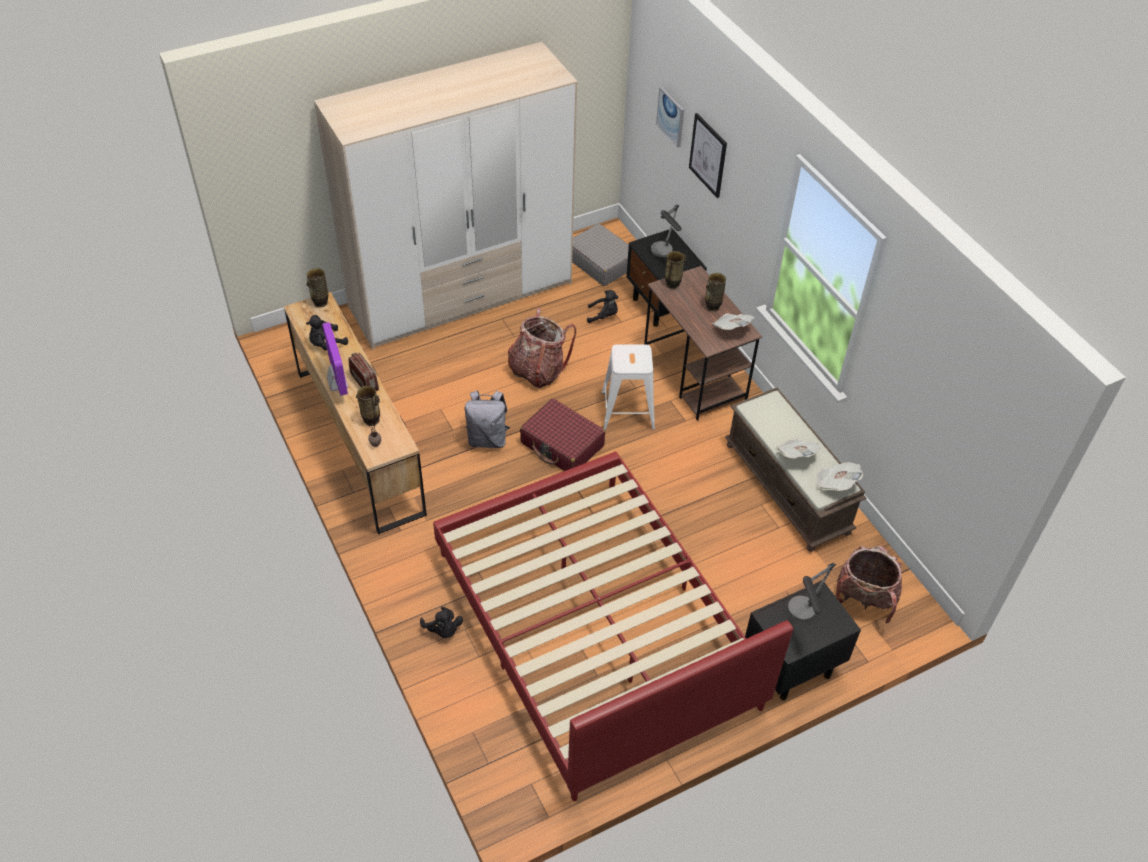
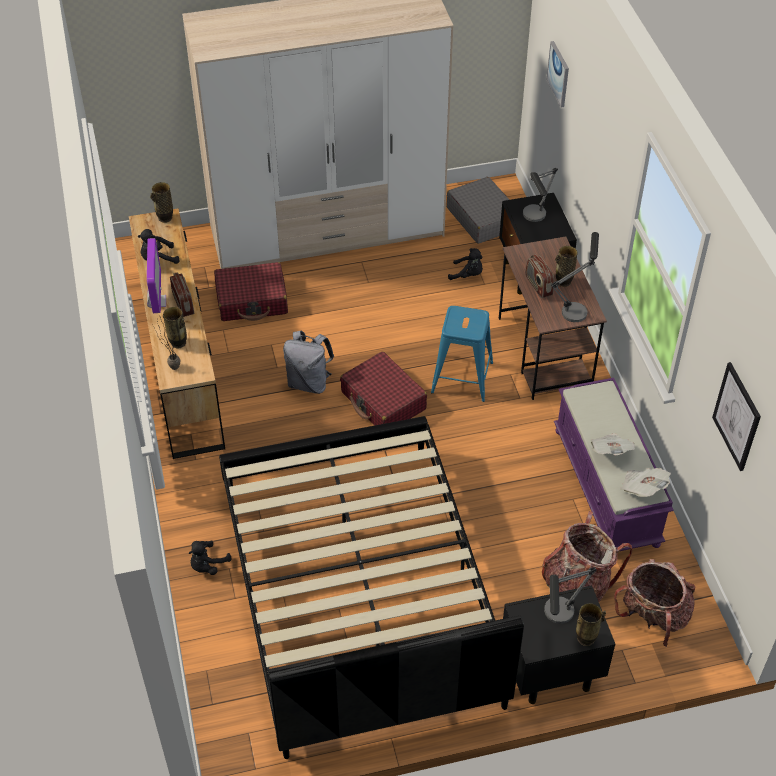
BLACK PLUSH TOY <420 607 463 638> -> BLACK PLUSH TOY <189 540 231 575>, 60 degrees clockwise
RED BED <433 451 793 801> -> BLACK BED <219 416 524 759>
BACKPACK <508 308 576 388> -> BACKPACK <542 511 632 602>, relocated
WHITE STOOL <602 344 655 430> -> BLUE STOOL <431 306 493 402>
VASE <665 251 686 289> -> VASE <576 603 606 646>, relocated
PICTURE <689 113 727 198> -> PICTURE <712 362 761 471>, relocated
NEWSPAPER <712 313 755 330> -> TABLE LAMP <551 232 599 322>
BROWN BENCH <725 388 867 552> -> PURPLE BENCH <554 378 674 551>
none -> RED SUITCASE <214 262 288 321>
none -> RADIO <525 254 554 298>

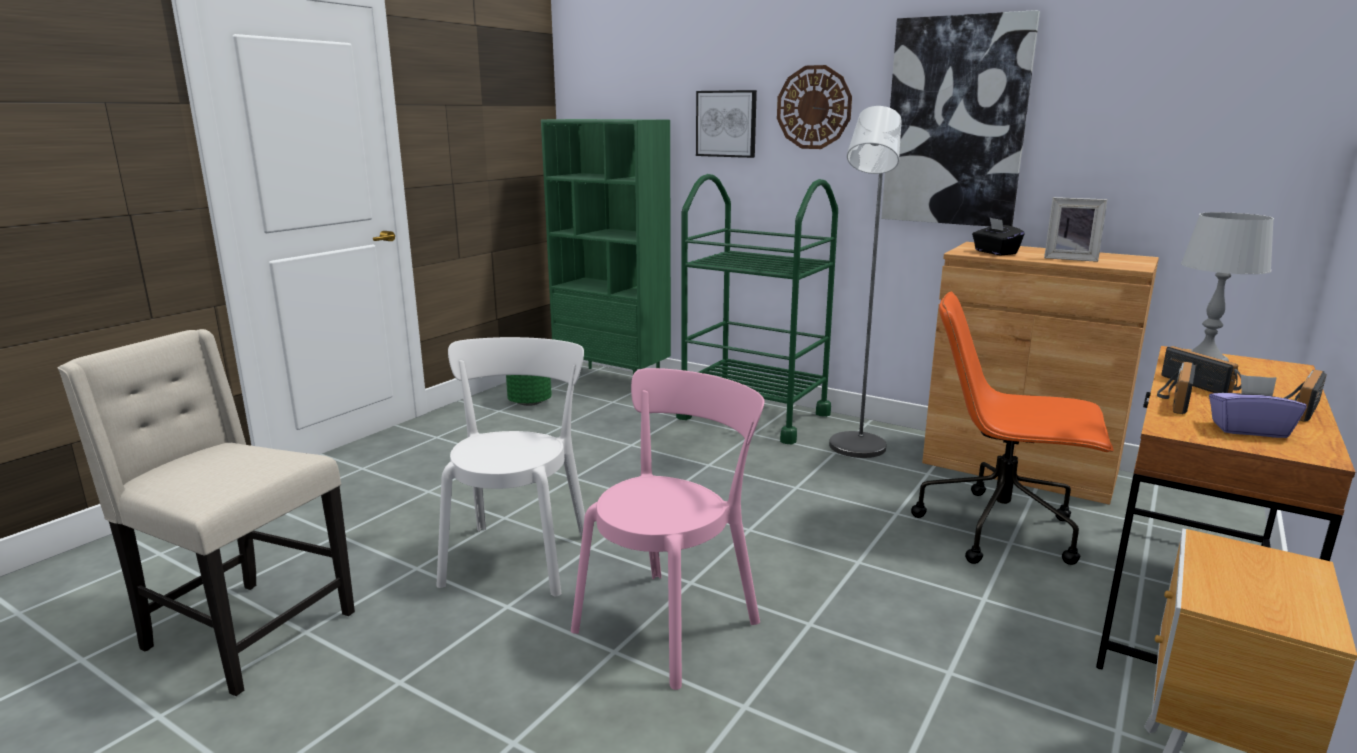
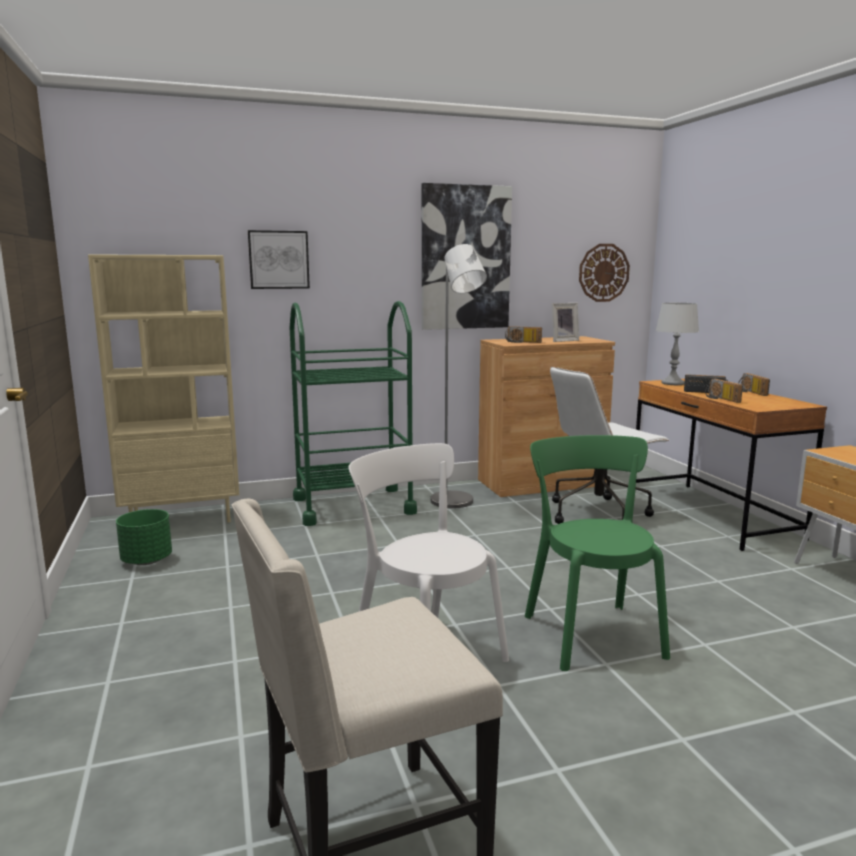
GREEN BOOKCASE <541 119 671 374> -> BEIGE BOOKCASE <88 254 239 523>
PINK CHAIR <571 368 764 690> -> GREEN CHAIR <525 435 670 671>
WALL CLOCK <777 65 852 149> -> WALL CLOCK <579 244 630 302>, relocated
ORANGE OFFICE CHAIR <911 292 1114 565> -> WHITE OFFICE CHAIR <550 366 669 524>
BLACK TISSUE BOX <972 218 1025 255> -> RADIO <505 326 542 343>
PURPLE TISSUE BOX <1209 375 1307 438> -> none

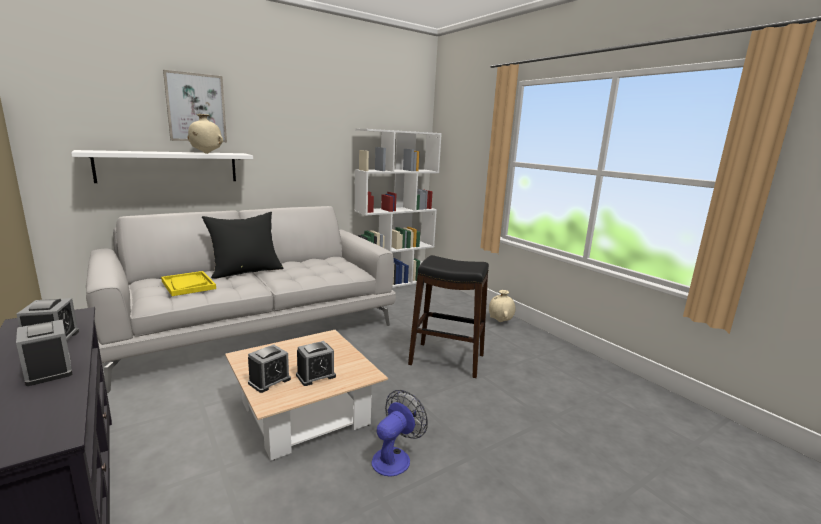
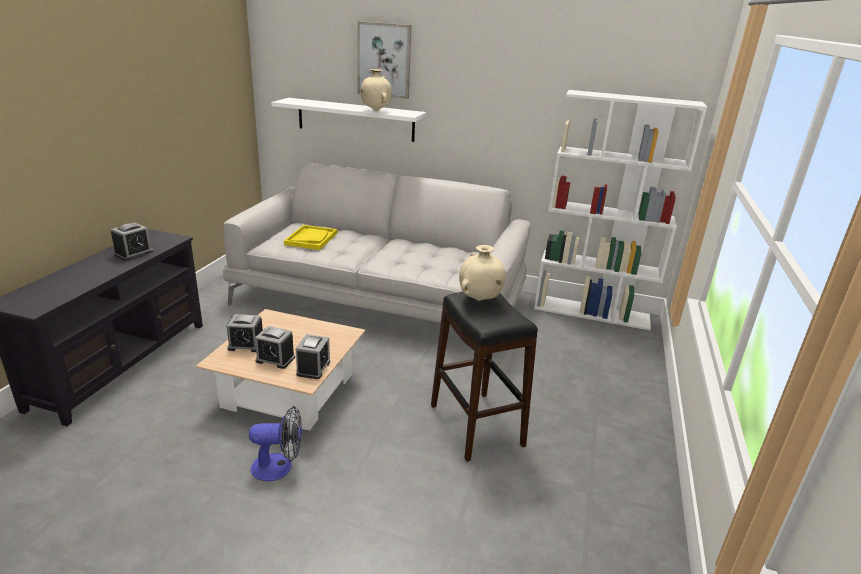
ALARM CLOCK <16 319 72 386> -> ALARM CLOCK <296 334 330 379>, relocated
BLACK PILLOW <202 212 284 279> -> none
BEIGE VASE <489 290 516 322> -> BEIGE VASE <459 245 506 301>, relocated

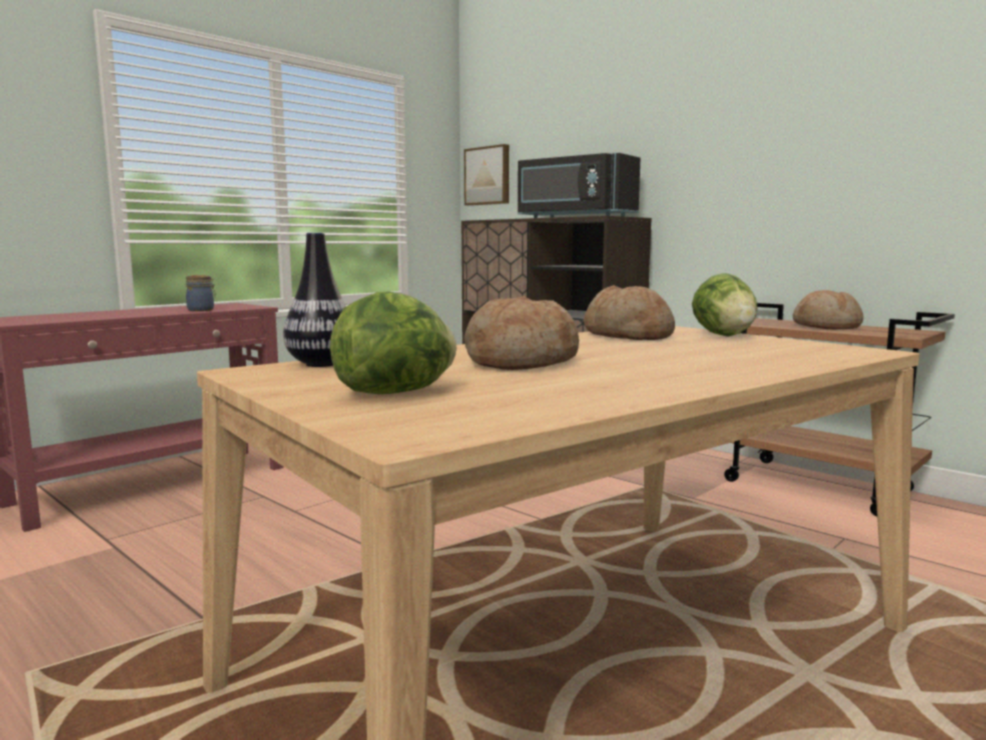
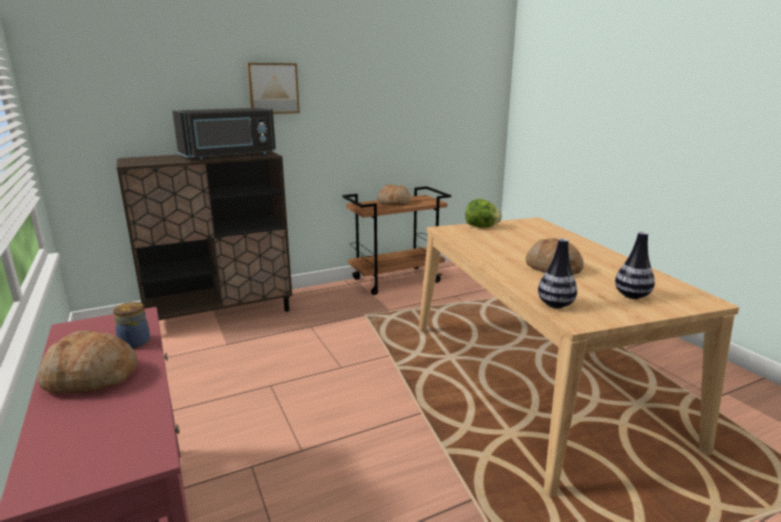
LETTUCE <330 291 456 394> -> VASE <615 232 655 299>
PICTURE <464 144 509 206> -> PICTURE <247 63 300 114>, relocated
BREAD <584 285 675 340> -> BREAD <37 331 138 394>, relocated

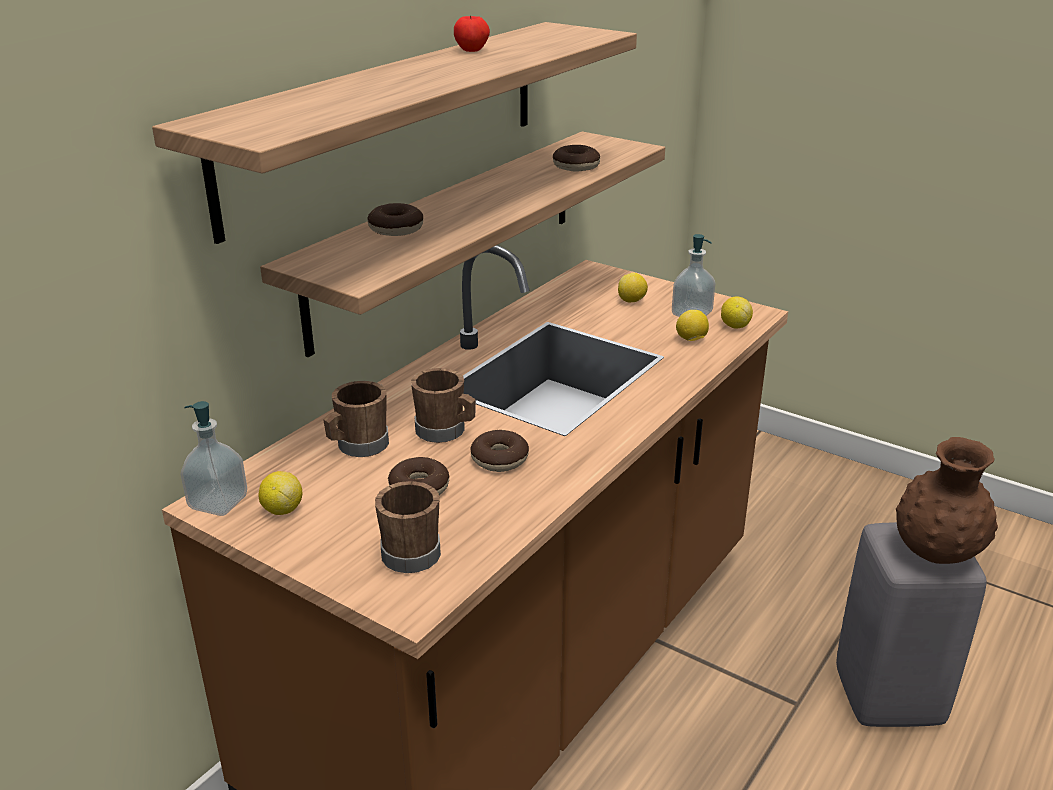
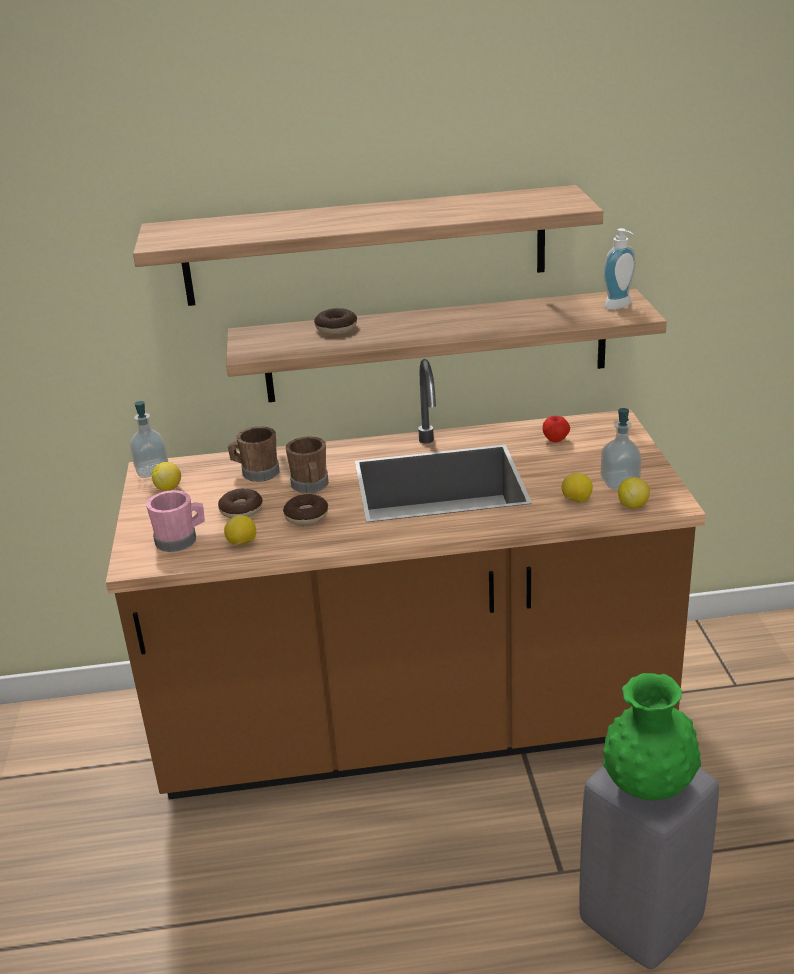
BROWN MUG <375 481 441 573> -> PINK MUG <146 490 205 552>
APPLE <454 15 490 52> -> APPLE <543 416 570 442>, relocated
DONUT <553 145 600 172> -> none
LEMON <618 273 648 303> -> LEMON <224 515 256 545>, relocated
BROWN VASE <896 437 998 564> -> GREEN VASE <603 673 701 800>
none -> SOAP DISPENSER <603 228 636 310>

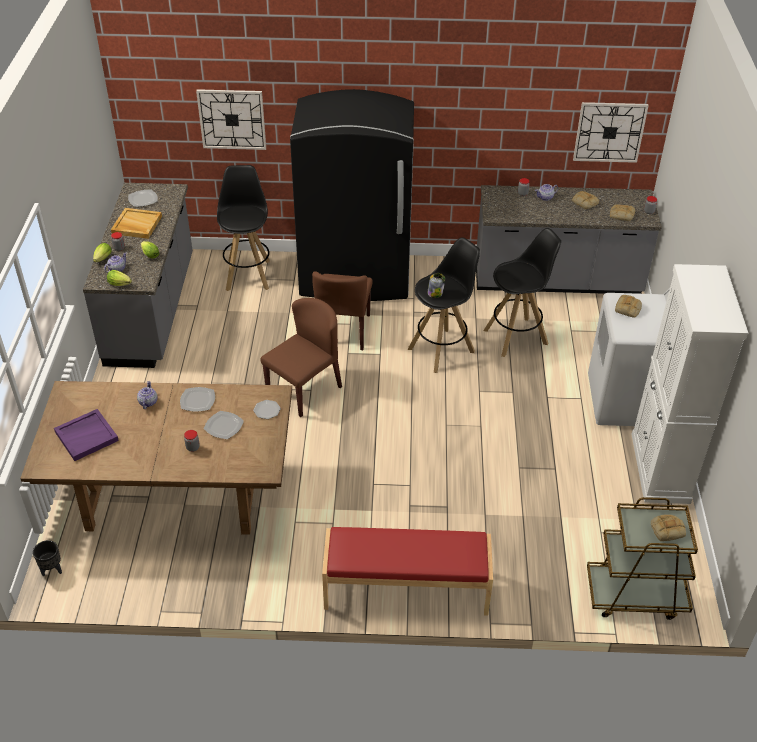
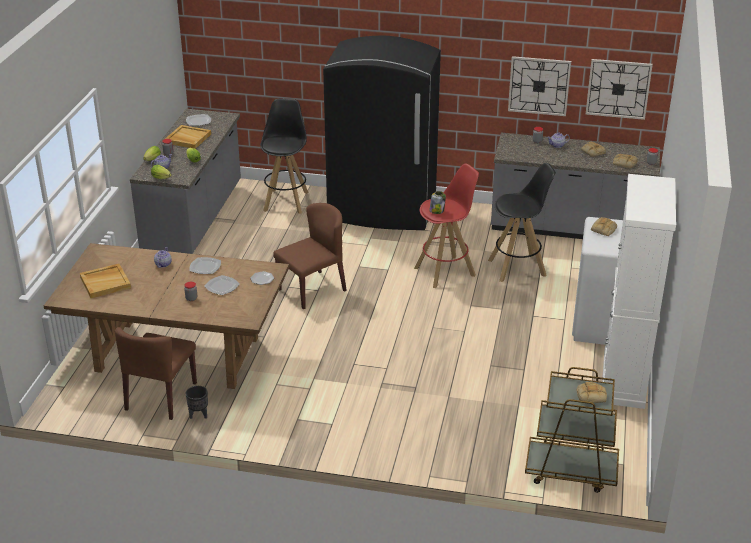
BLACK PLANTER <33 540 62 576> -> BLACK PLANTER <186 386 208 419>, relocated
PURPLE TRAY <54 409 119 461> -> BEIGE TRAY <80 264 131 298>
WALL CLOCK <196 89 266 150> -> WALL CLOCK <508 56 571 116>, relocated
BROWN CHAIR <312 271 373 350> -> BROWN CHAIR <115 327 197 420>, relocated
RED BENCH <322 527 493 616> -> none
BLACK STOOL <408 238 480 373> -> RED STOOL <414 164 479 288>

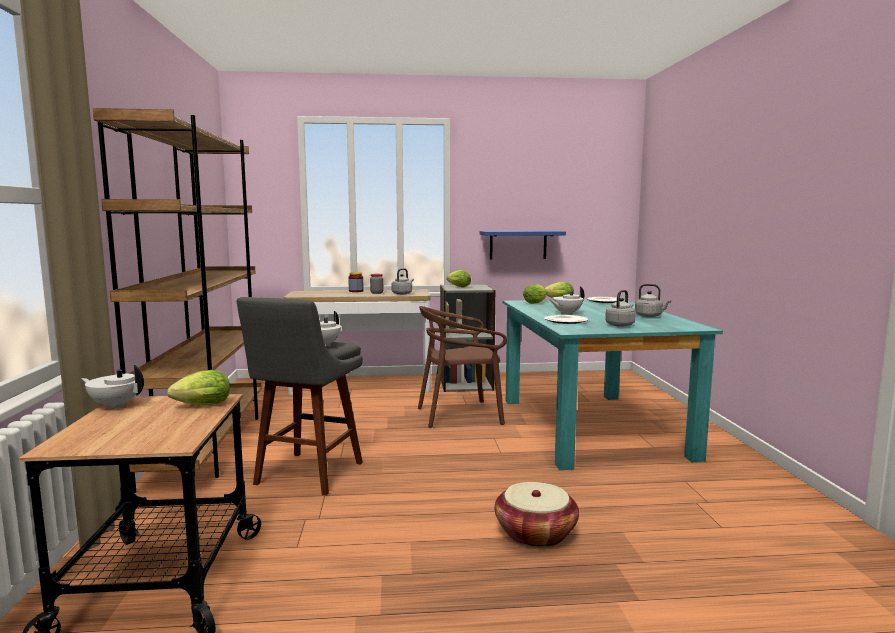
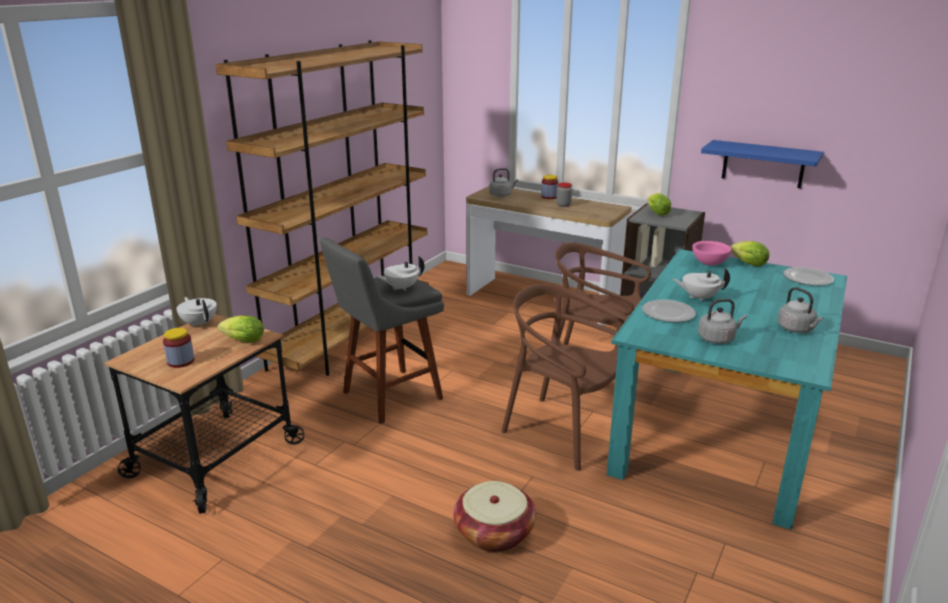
GREY KETTLE <391 268 414 295> -> GREY KETTLE <489 168 518 197>, relocated
LETTUCE <523 284 548 304> -> PINK BOWL <693 241 731 266>
none -> JAR <163 328 195 368>
none -> BROWN CHAIR <501 284 628 471>

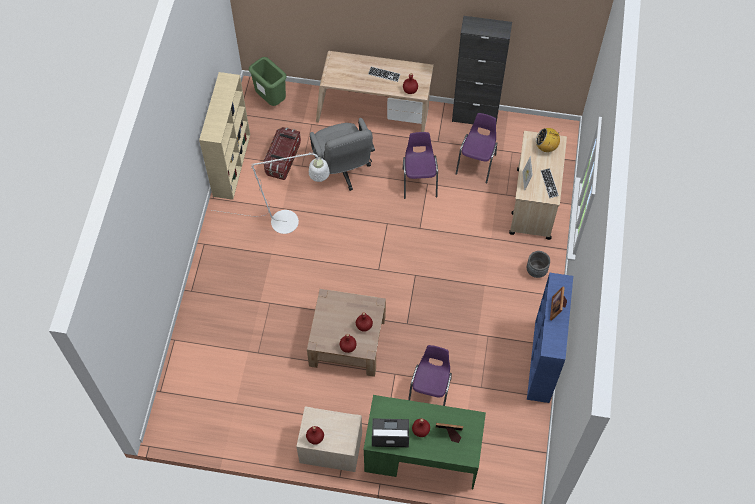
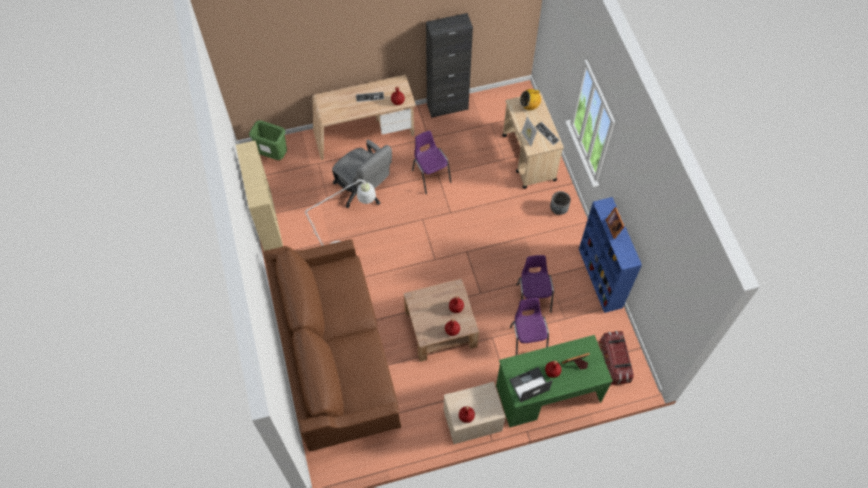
STORAGE BOX <263 127 301 180> -> STORAGE BOX <599 331 634 385>, relocated
PURPLE CHAIR <456 113 497 183> -> PURPLE CHAIR <517 255 554 313>, relocated
none -> BROWN SOFA <263 239 401 451>

